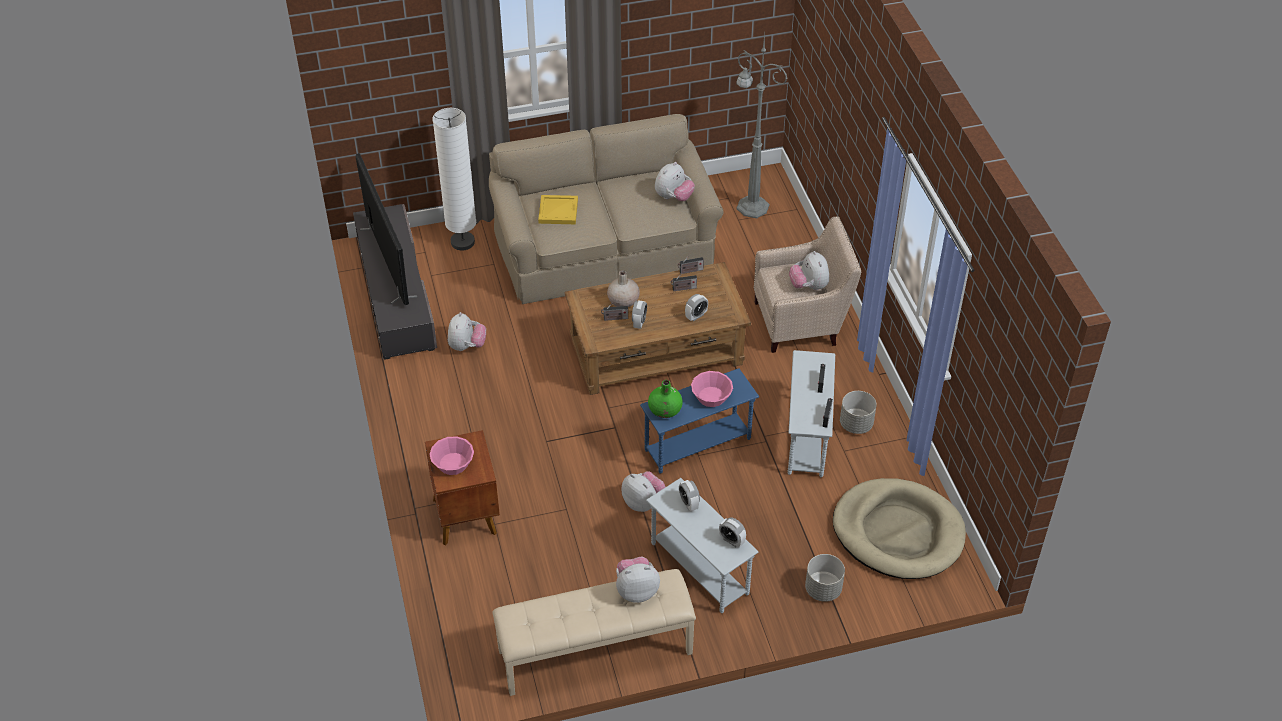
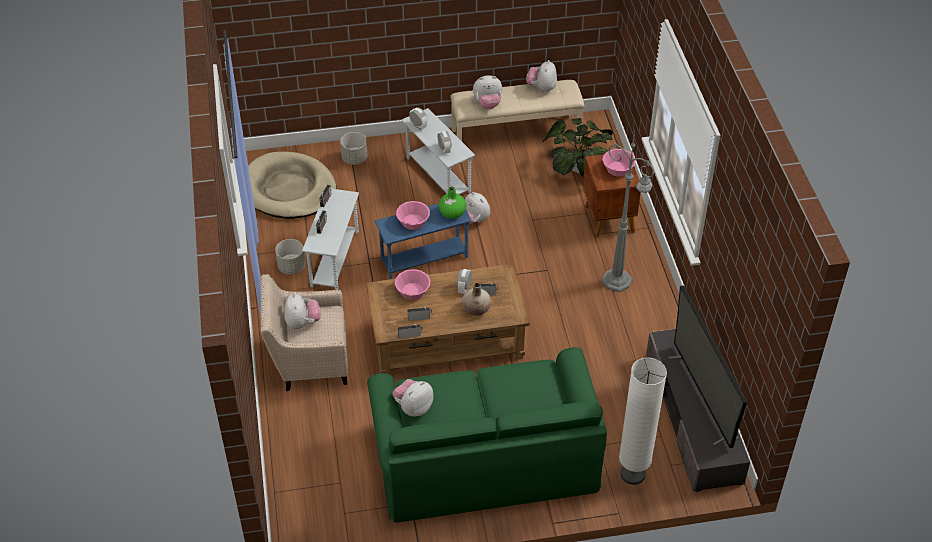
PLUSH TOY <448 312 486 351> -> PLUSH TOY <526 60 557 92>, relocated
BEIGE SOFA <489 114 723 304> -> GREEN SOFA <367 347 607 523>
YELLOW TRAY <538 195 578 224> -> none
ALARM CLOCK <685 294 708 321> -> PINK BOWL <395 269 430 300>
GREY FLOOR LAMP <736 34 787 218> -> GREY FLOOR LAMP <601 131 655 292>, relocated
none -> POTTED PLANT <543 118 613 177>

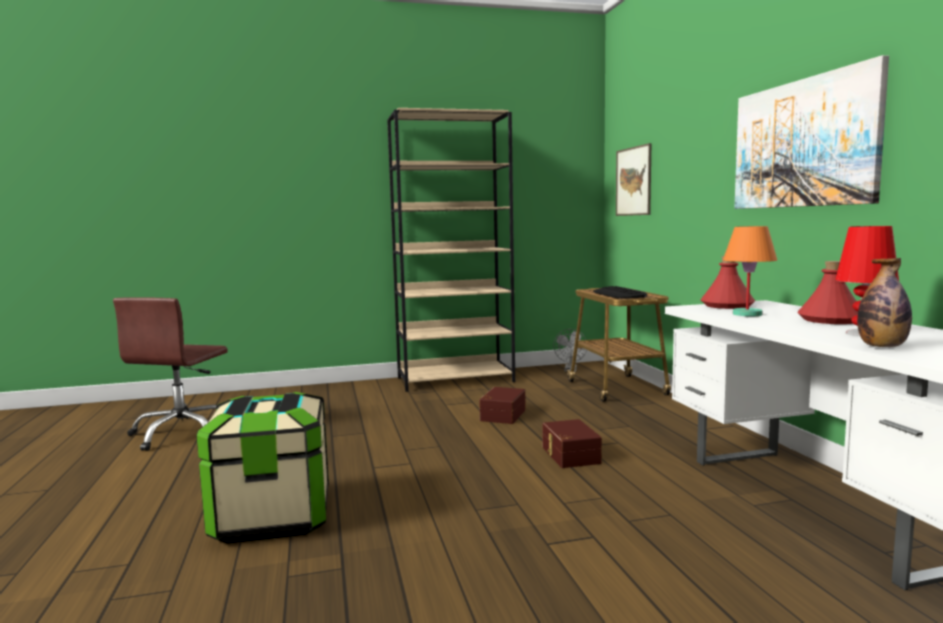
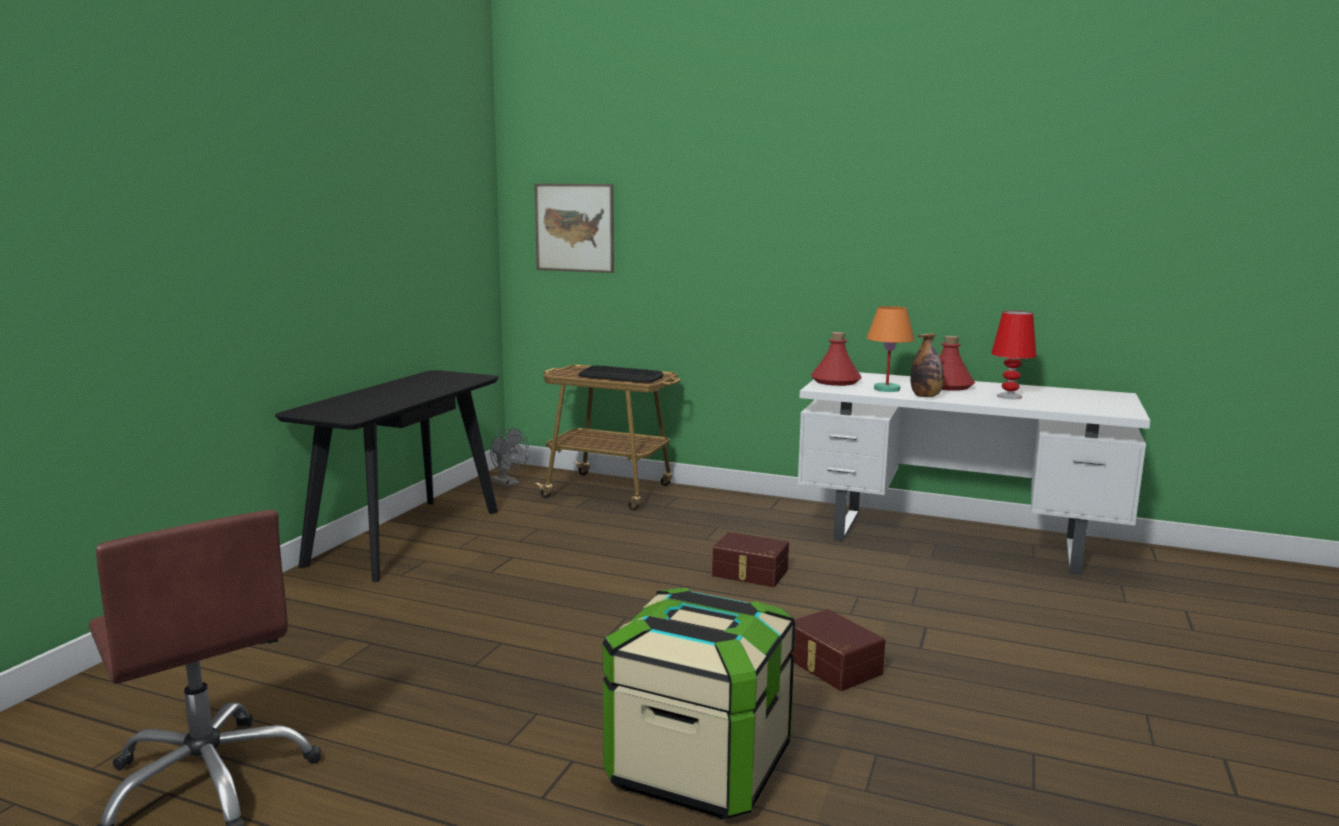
BEIGE BOOKCASE <387 108 515 392> -> BLACK CONSOLE TABLE <275 370 499 582>
BROWN STORAGE BOX <479 387 526 424> -> BROWN STORAGE BOX <791 609 885 691>, relocated
PICTURE <734 55 889 209> -> none
BOTTLE <857 258 912 347> -> BOTTLE <910 333 944 397>, relocated

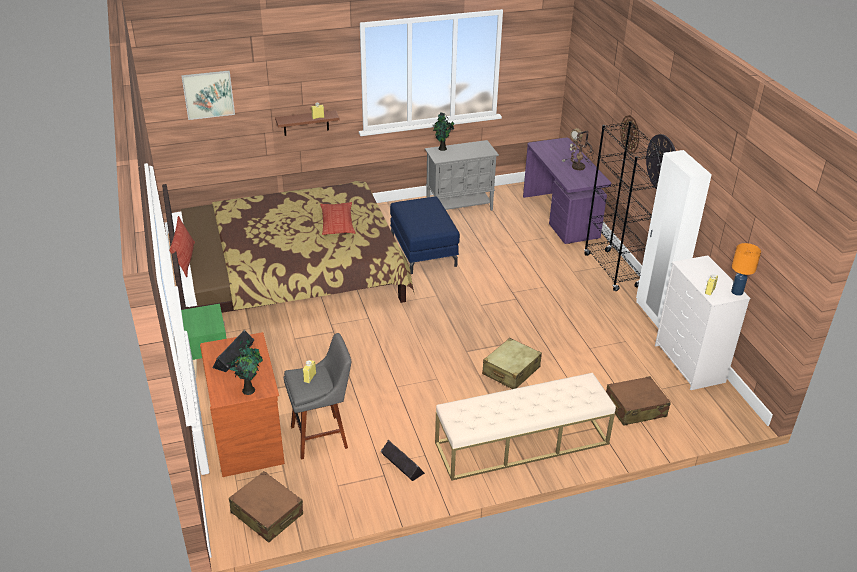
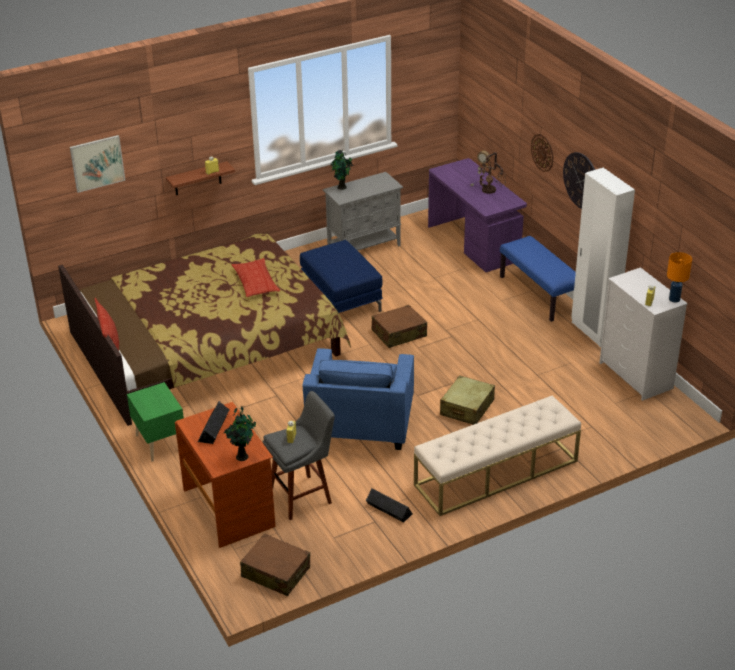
BLACK BOOKCASE <584 121 666 291> -> BLUE BENCH <500 236 576 322>
BROWN SUITCASE <606 376 671 426> -> BROWN SUITCASE <372 305 427 348>, relocated
none -> BLUE ARMCHAIR <303 348 414 450>

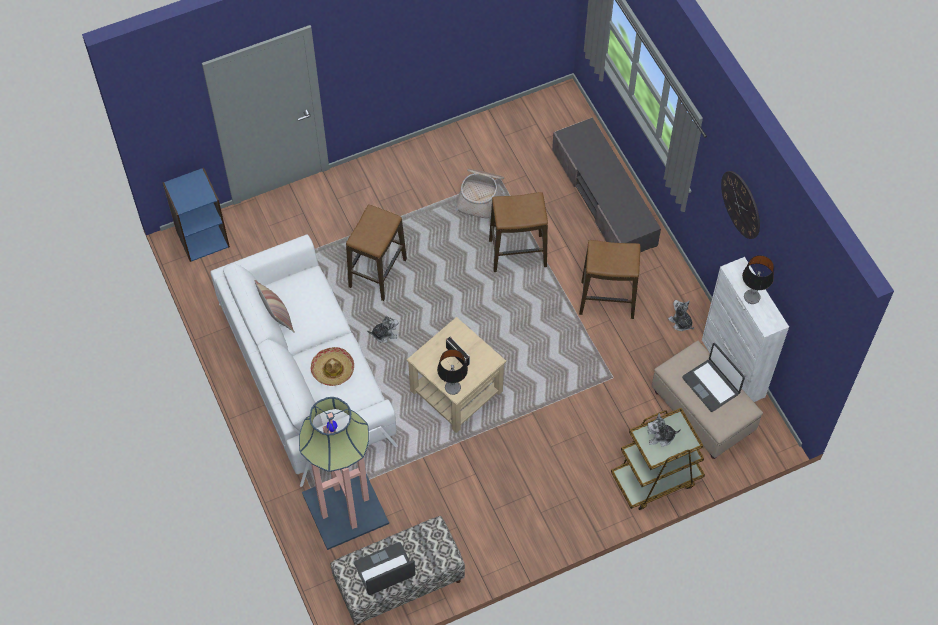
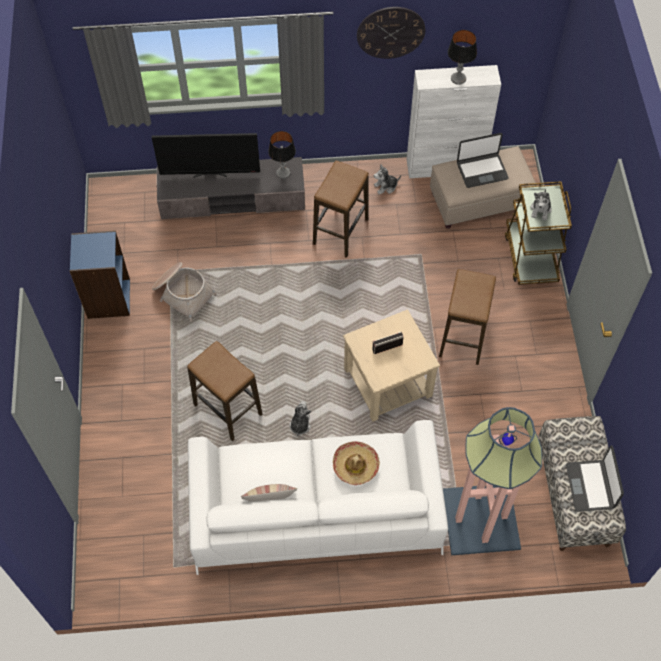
BLUE BOOKCASE <163 168 230 262> -> BLUE BOOKCASE <70 230 130 319>, relocated
TABLE LAMP <437 349 468 395> -> TABLE LAMP <268 131 296 179>, relocated
STOOL <489 192 548 272> -> STOOL <439 269 496 365>, relocated
none -> TELEVISION <152 133 260 178>

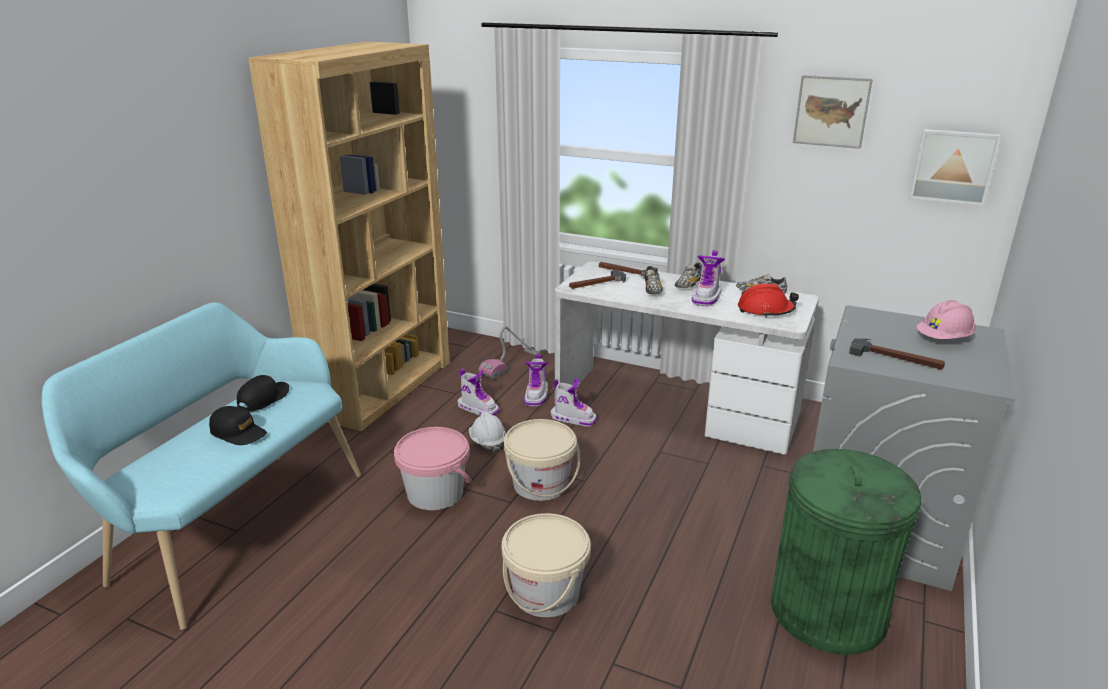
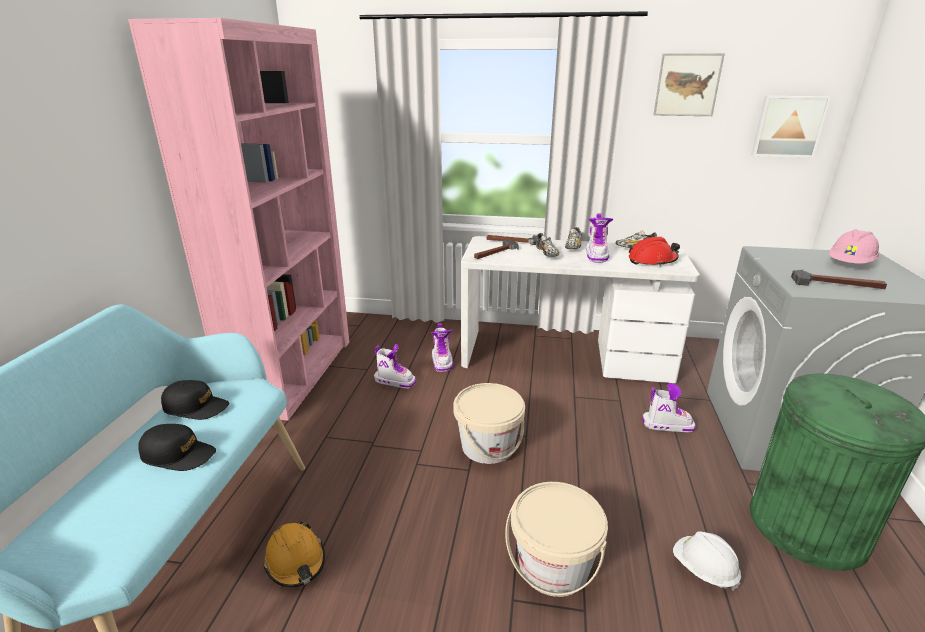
BLACK CAP <237 375 289 412> -> BLACK CAP <161 380 229 420>, 90 degrees clockwise
BROWN BOOKCASE <248 42 450 431> -> PINK BOOKCASE <128 18 349 421>
PINK BUCKET <394 427 472 510> -> none
WHITE HARD HAT <469 412 506 452> -> WHITE HARD HAT <673 531 741 590>, relocated
VACUUM CLEANER <478 326 540 379> -> none
BOOT <551 378 597 427> -> BOOT <642 383 696 432>, relocated
none -> ORANGE HARD HAT <263 522 325 588>

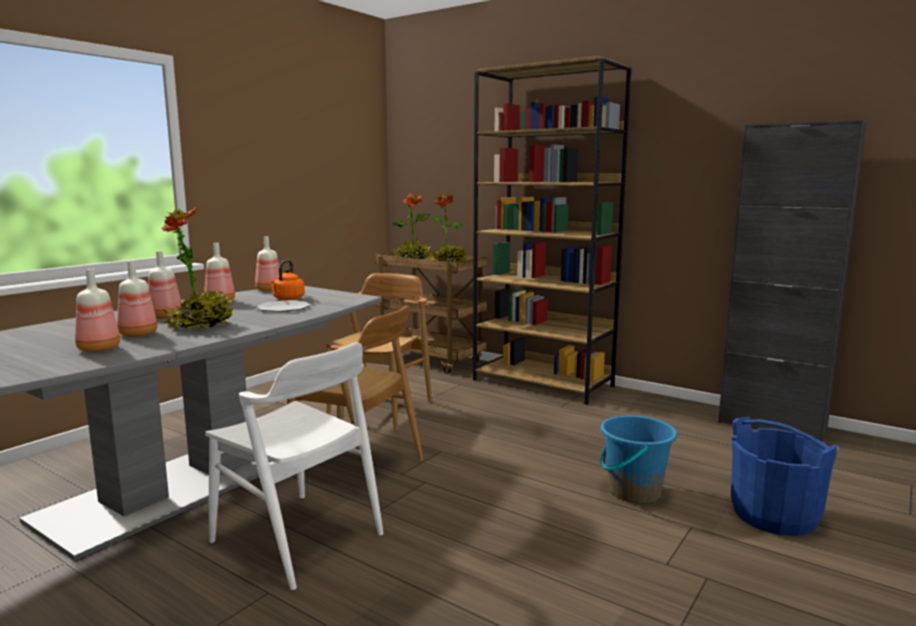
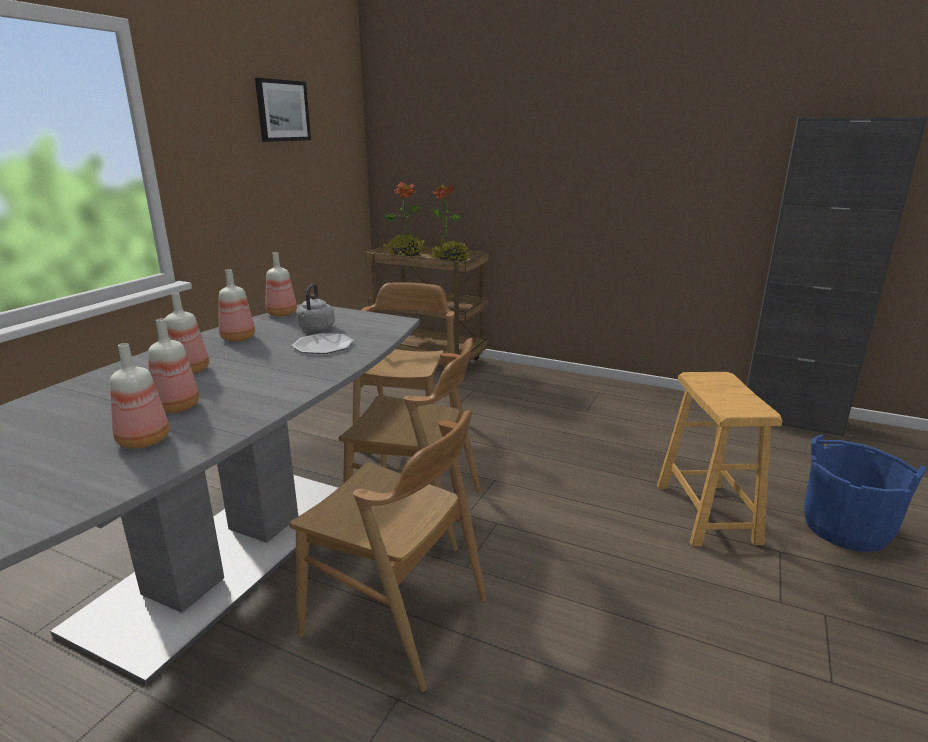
POTTED PLANT <161 207 233 330> -> none
WHITE CHAIR <205 342 384 590> -> BROWN CHAIR <289 410 486 692>
ORANGE KETTLE <271 260 305 300> -> GREY KETTLE <297 284 335 331>
BROWN BOOKCASE <473 56 631 405> -> none
BLUE BUCKET <600 415 677 504> -> BROWN STOOL <657 372 783 547>
none -> PICTURE <255 78 311 142>

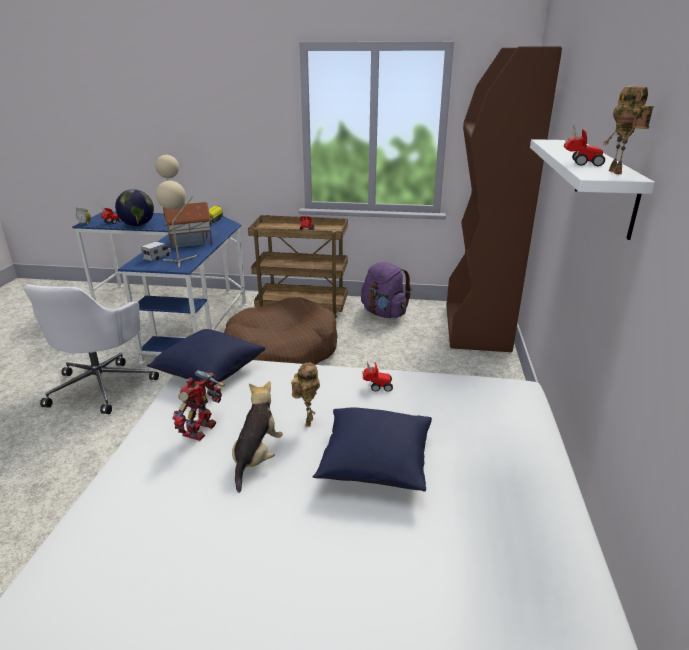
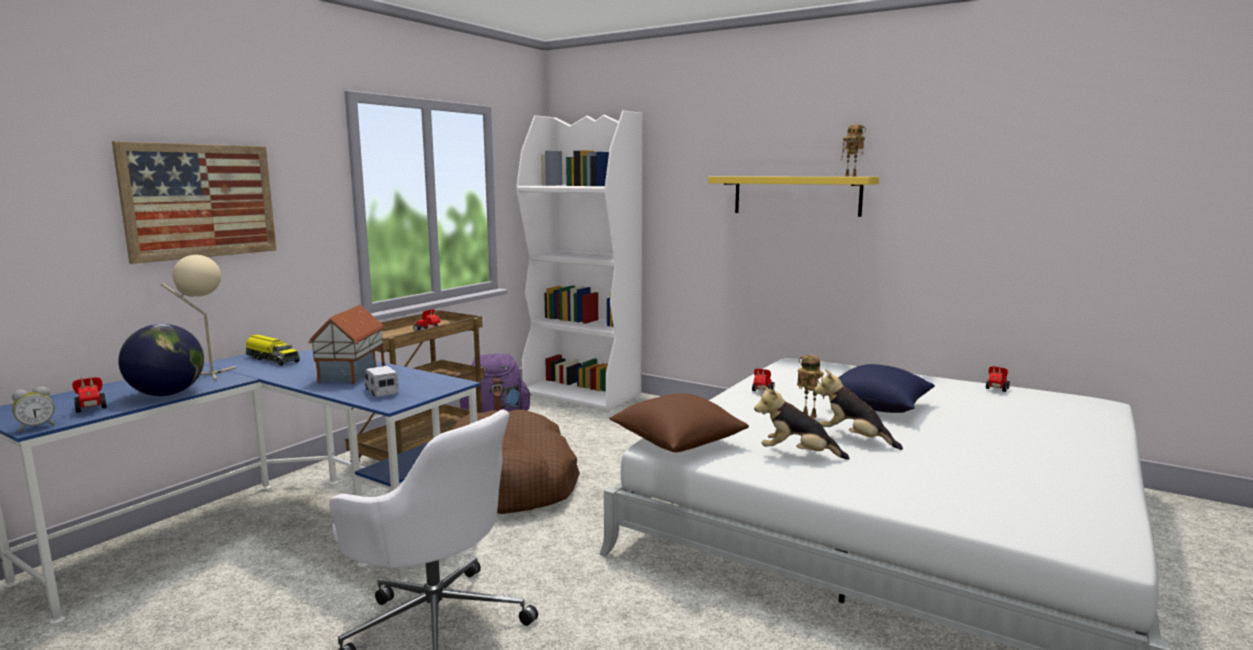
BLUE PILLOW <147 329 265 387> -> BROWN PILLOW <609 393 749 452>
BEIGE TABLE LAMP <156 181 198 268> -> none
TOY ROBOT <172 370 225 441> -> PLUSH TOY <754 385 850 460>
BROWN BOOKCASE <446 46 562 352> -> WHITE BOOKCASE <516 110 643 410>
WHITE SHELF <530 139 655 240> -> YELLOW SHELF <708 176 879 217>
TOY CAR <564 126 605 166> -> TOY CAR <986 366 1010 392>, relocated
none -> PICTURE <112 141 276 264>

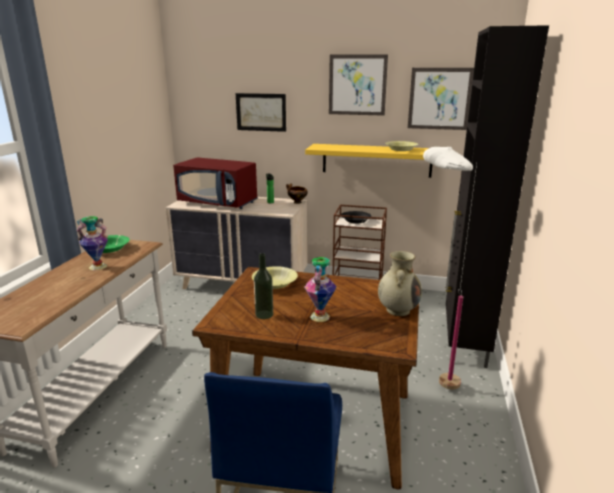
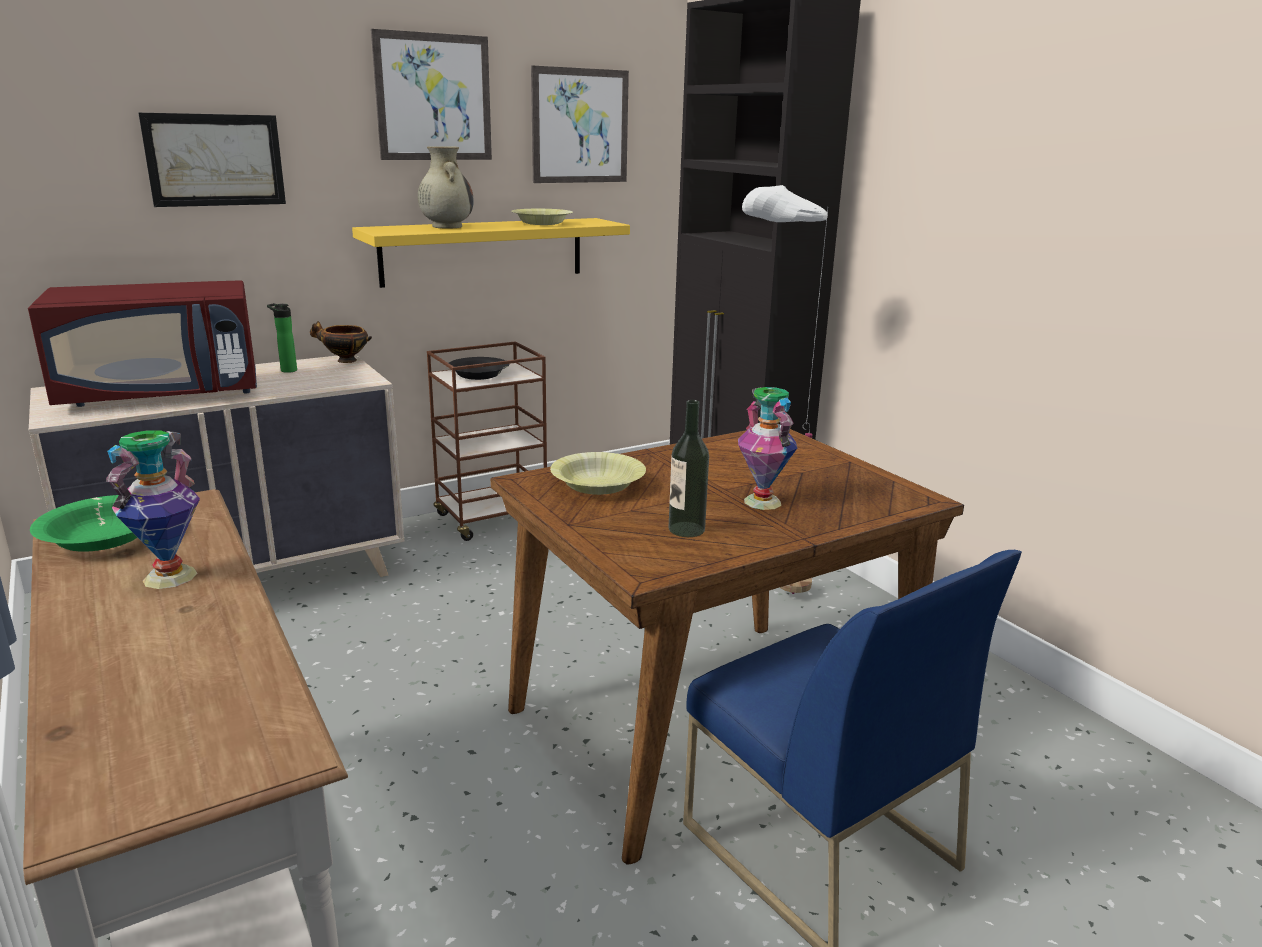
BEIGE VASE <378 251 422 316> -> BEIGE VASE <418 146 474 229>, relocated

